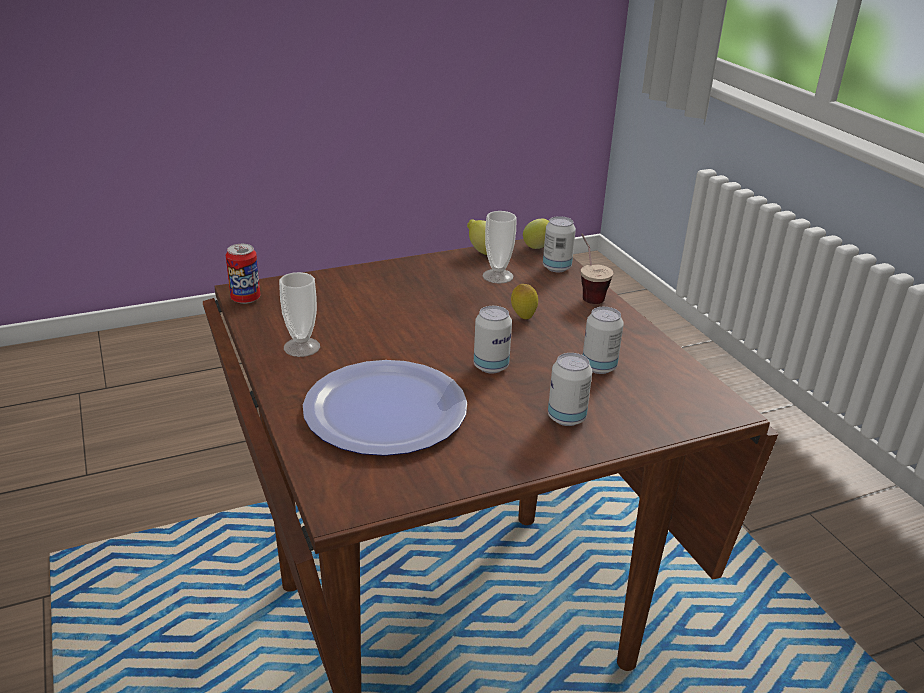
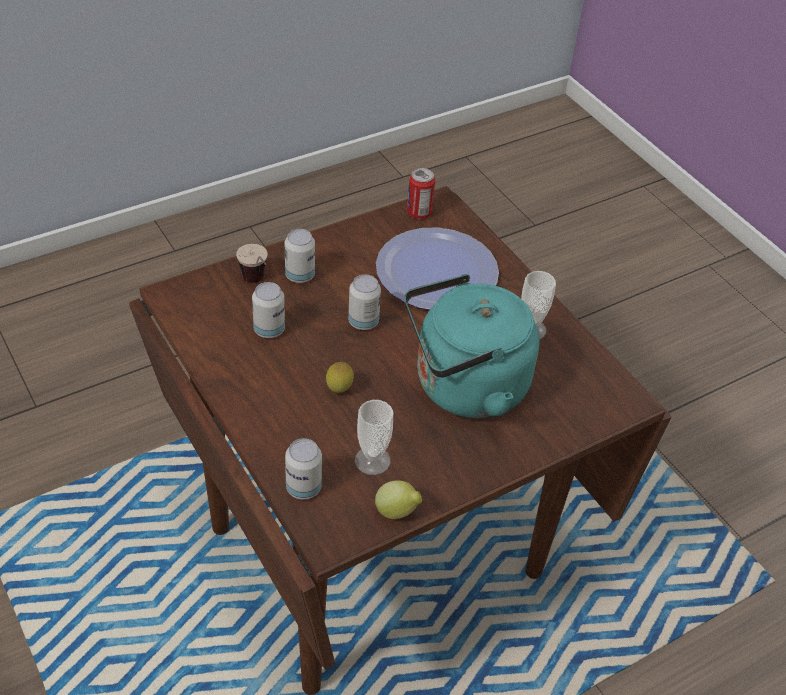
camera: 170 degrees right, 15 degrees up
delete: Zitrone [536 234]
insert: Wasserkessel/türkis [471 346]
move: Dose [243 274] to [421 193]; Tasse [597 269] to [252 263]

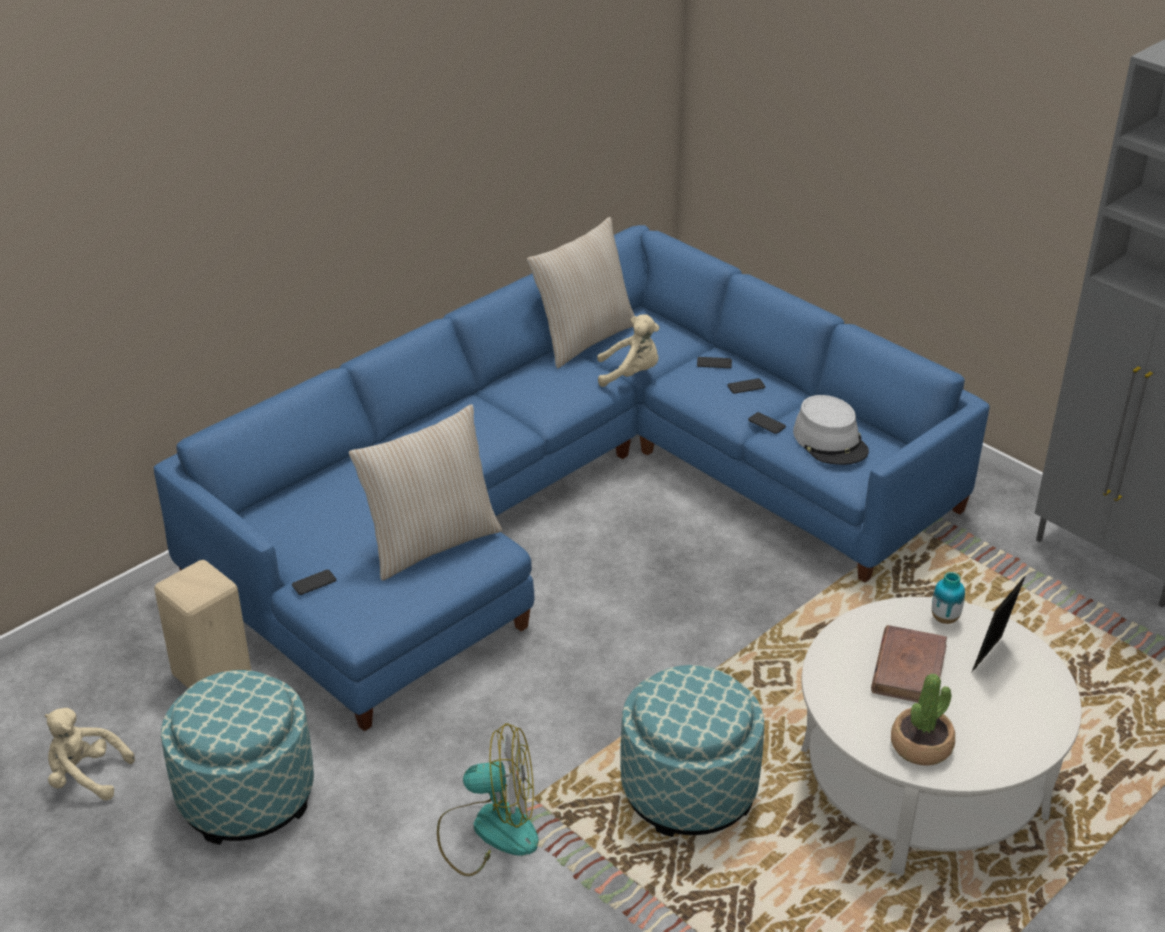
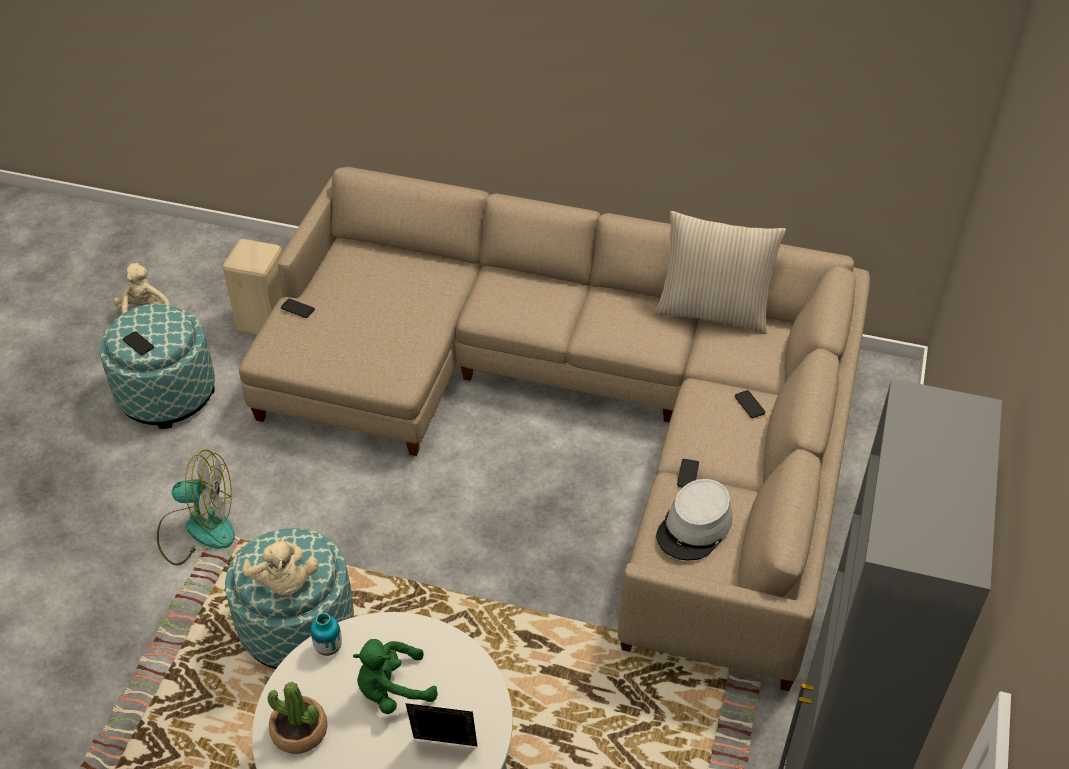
camera: 60 degrees right, 10 degrees up
delete: Kissen/beige [425 492]
move: Plüschtier/beige [628 350] to [280 567]; Handy [746 386] to [138 343]; Vase [948 598] to [326 634]
replace: Buch/braun [909 664] to Plüschtier/grün [395 676]
recolor: Sofa/blau [572 478] to Sofa/beige [554 429]
rotate: Ventilator [488 799] = [196 507] 60 degrees counterclockwise

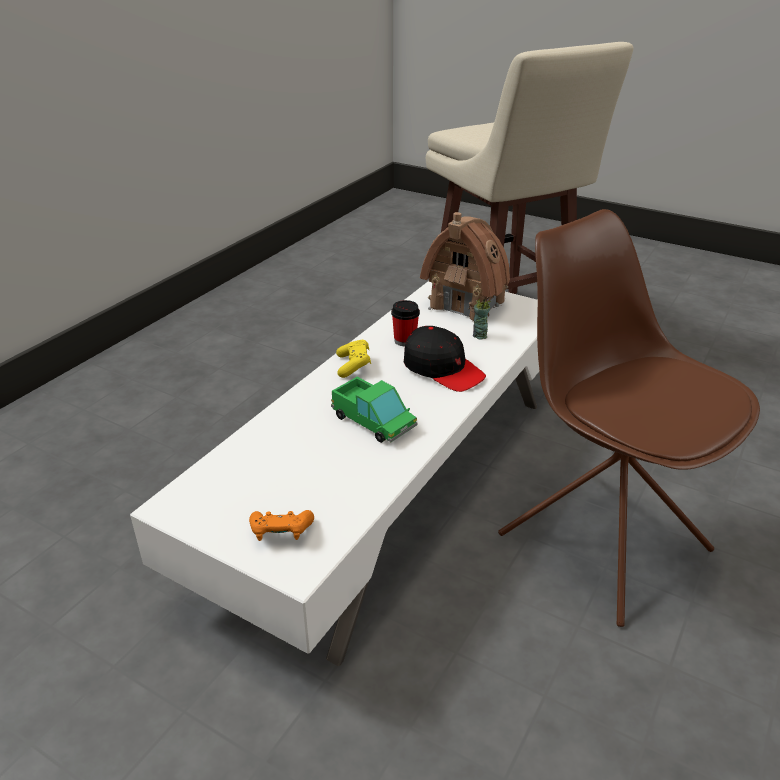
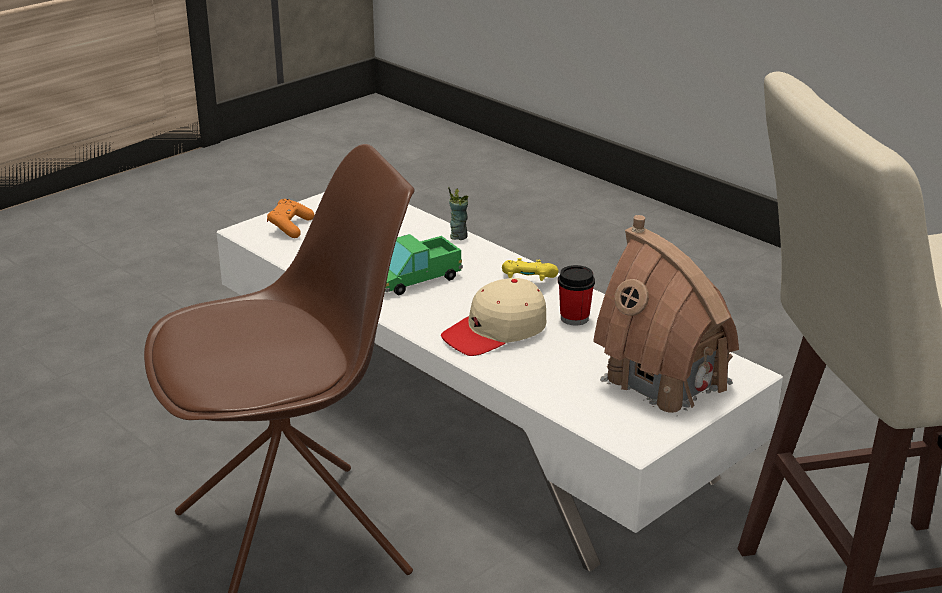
camera: 105 degrees right, 5 degrees down
move: Tasse [482 319] to [458 213]
recolor: Kappe/schwarz [445 359] to Kappe/beige [494 317]

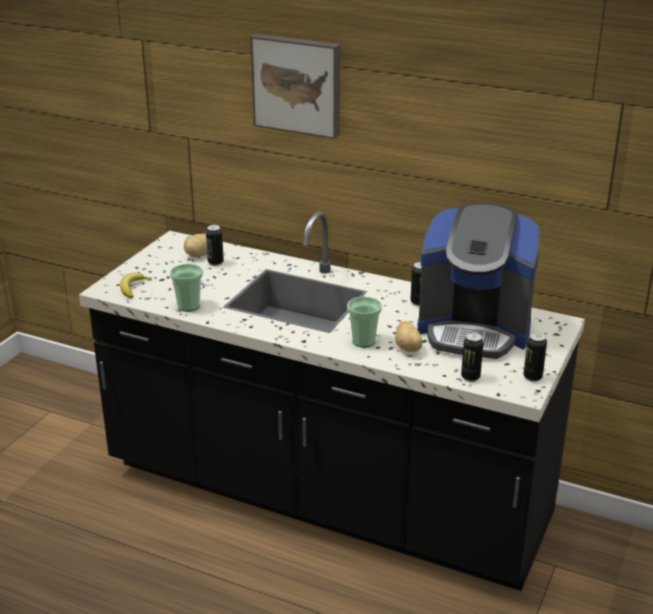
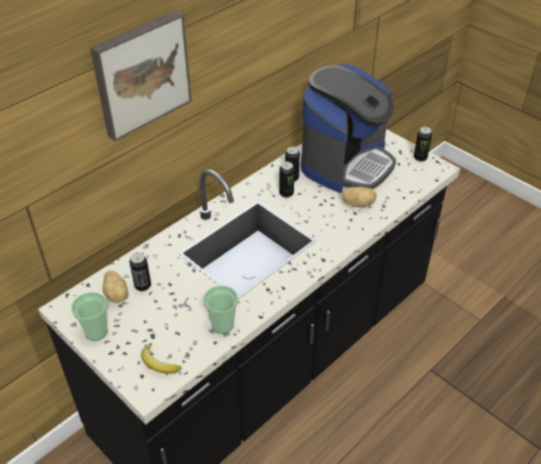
camera: 70 degrees left, 15 degrees up
move: Tasse [364 322] to [89 316]; Dose [472 357] to [287 180]

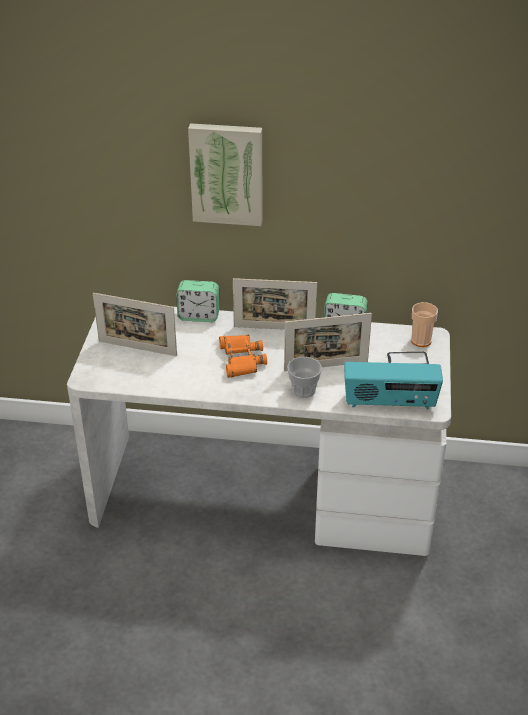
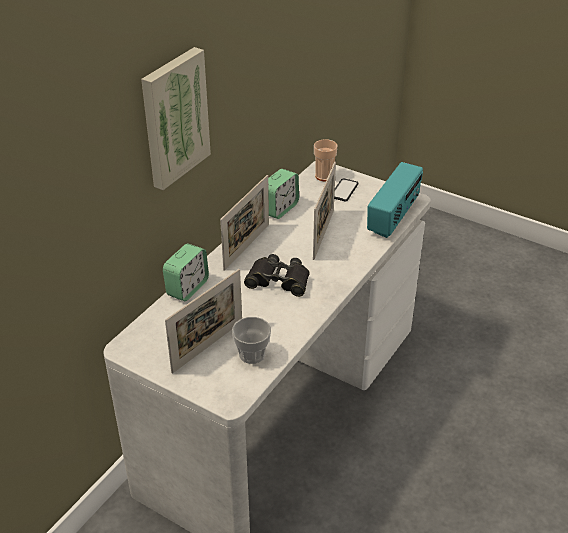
camera: 65 degrees left, 0 degrees up
move: Tasse [304 377] to [251 340]
recolor: Fernglas/orange [243 356] to Fernglas/schwarz [277 275]

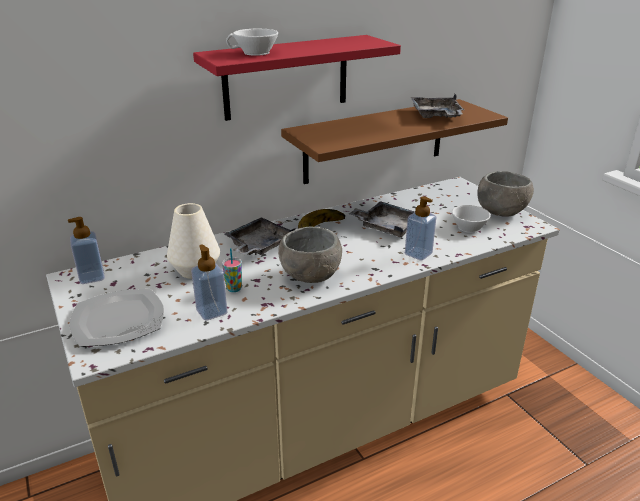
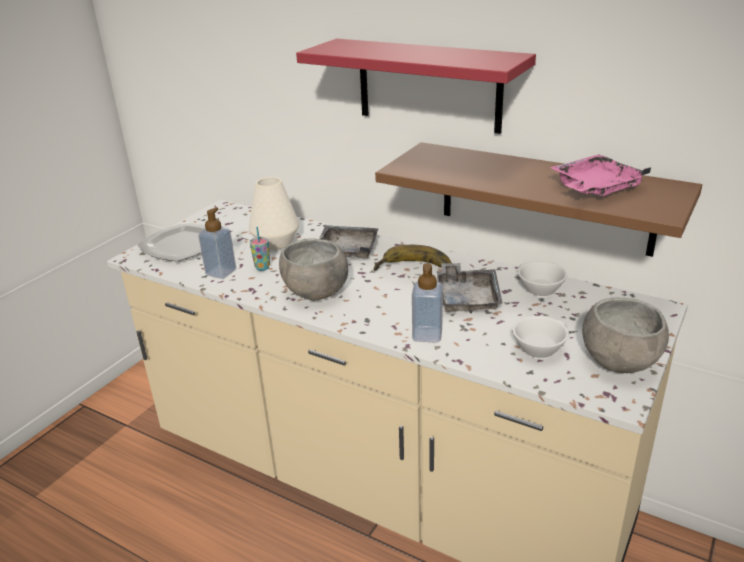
camera: 60 degrees right, 0 degrees up
delete: Seifenspender [86 250]
move: Tasse/weiß [252 42] to [542 279]
recolor: Tablett/grau [437 106] to Tablett/rosa [601 175]

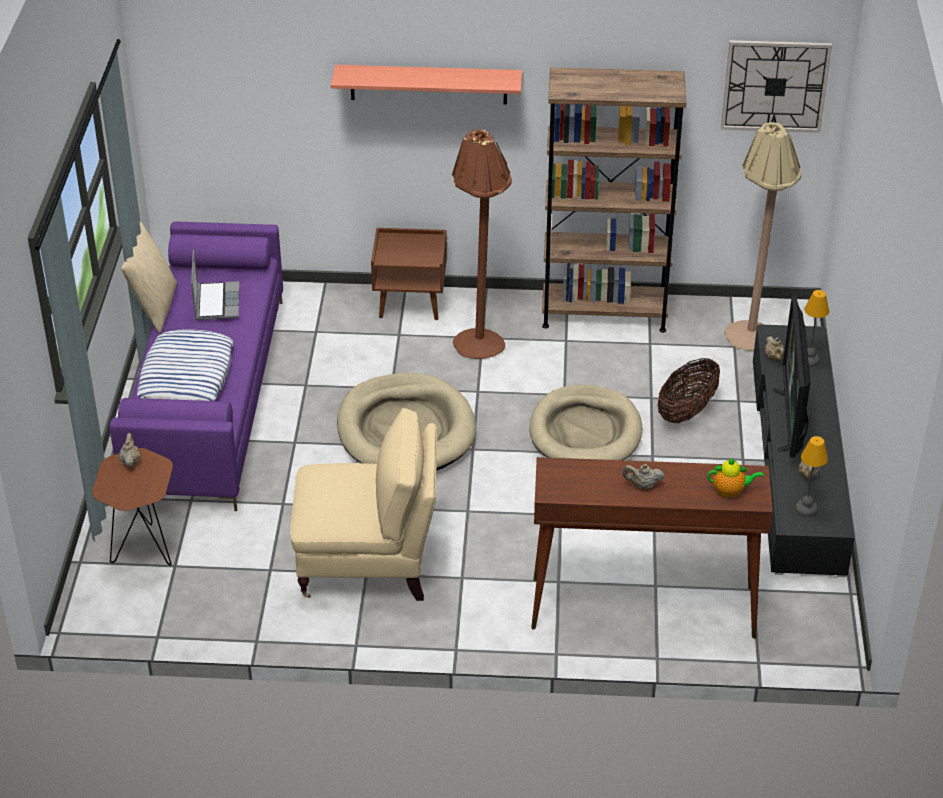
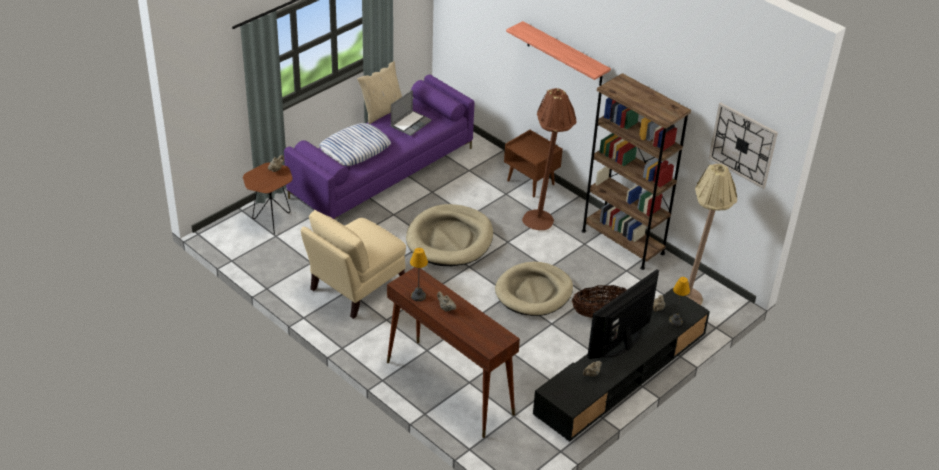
camera: 40 degrees right, 0 degrees up
delete: Teekanne [735 477]
move: Tischlampe [811 476] to [419 274]
rotate: Sessel/beige [364 504] = [353 264] 90 degrees clockwise

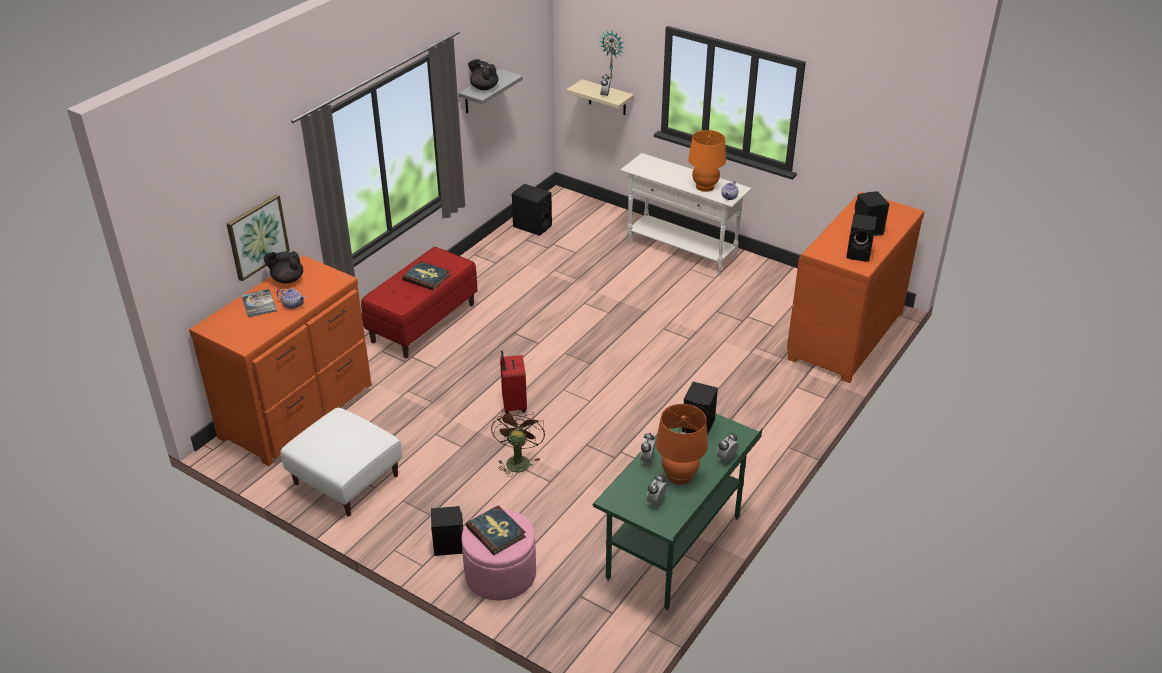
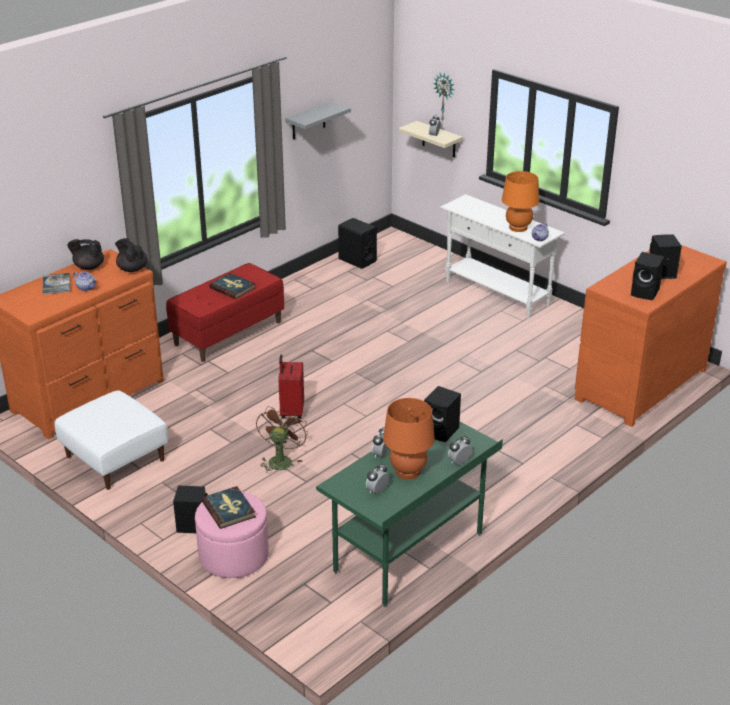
camera: 10 degrees right, 5 degrees down
delete: Bild [258 237]
move: Teekanne/schwarz [483 74] to [131 255]

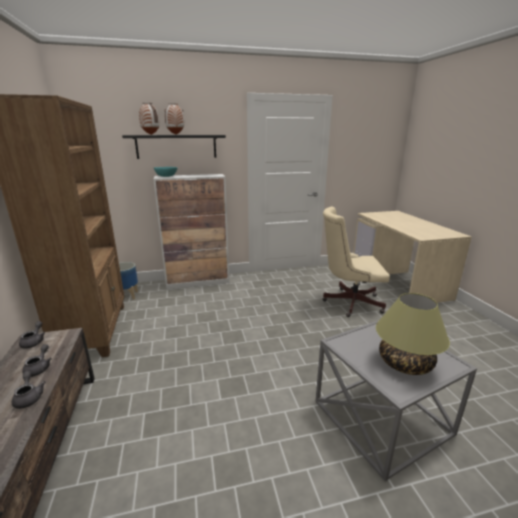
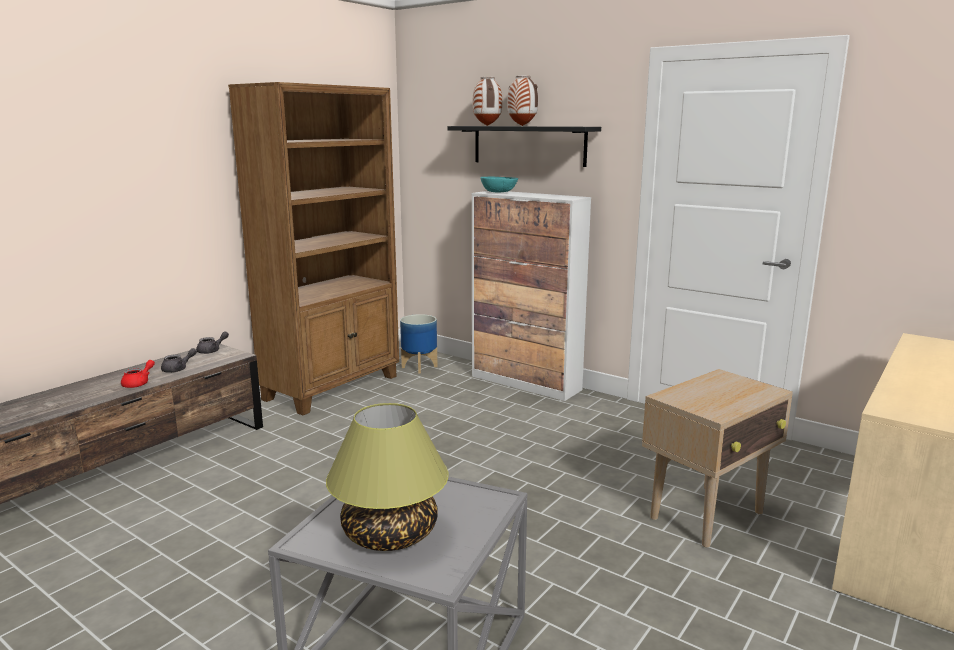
camera: 50 degrees right, 5 degrees down
replace: Bürostuhl/beige [356 261] to Beistelltisch/beige [717 458]
recolor: Teekanne/grau [29 390] to Teekanne/rot [138 374]

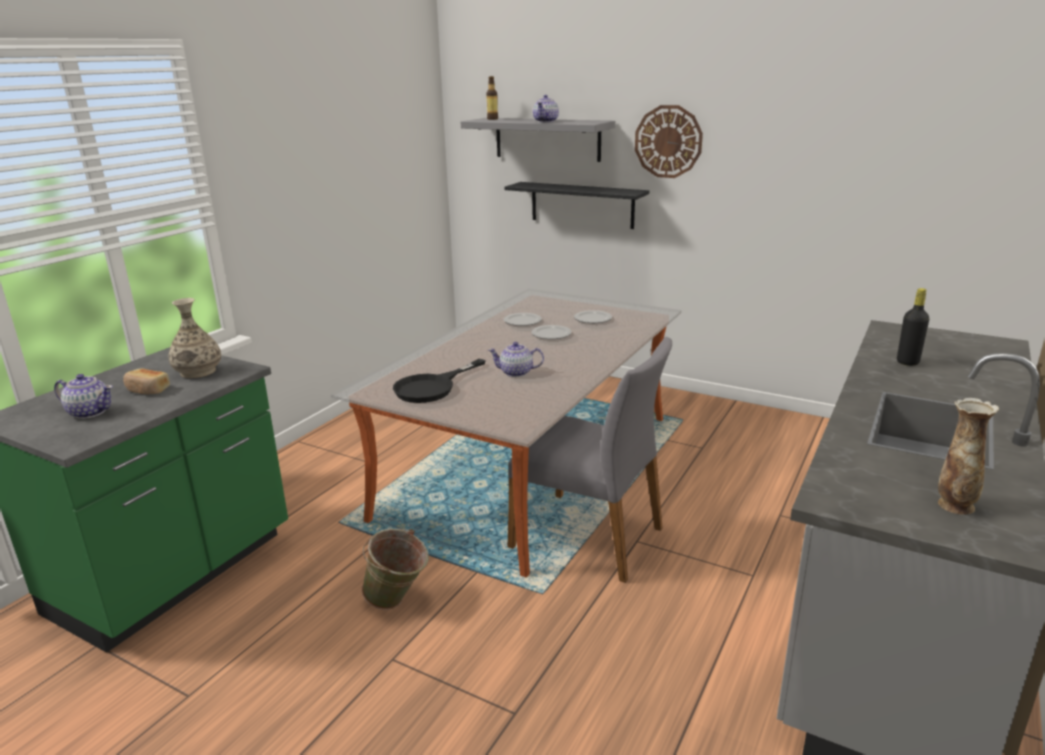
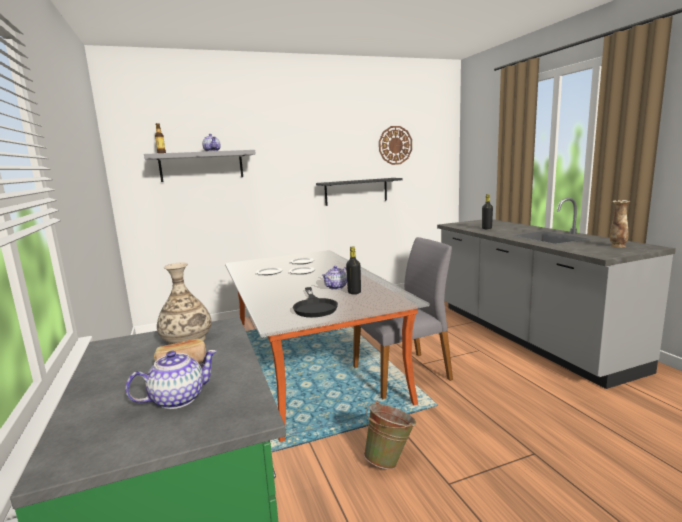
camera: 50 degrees left, 10 degrees down
insert: Flasche/schwarz [353 270]
move: Wandregal/schwarz [576 205] to [359 192]; Wanduhr [669 141] to [395 145]

